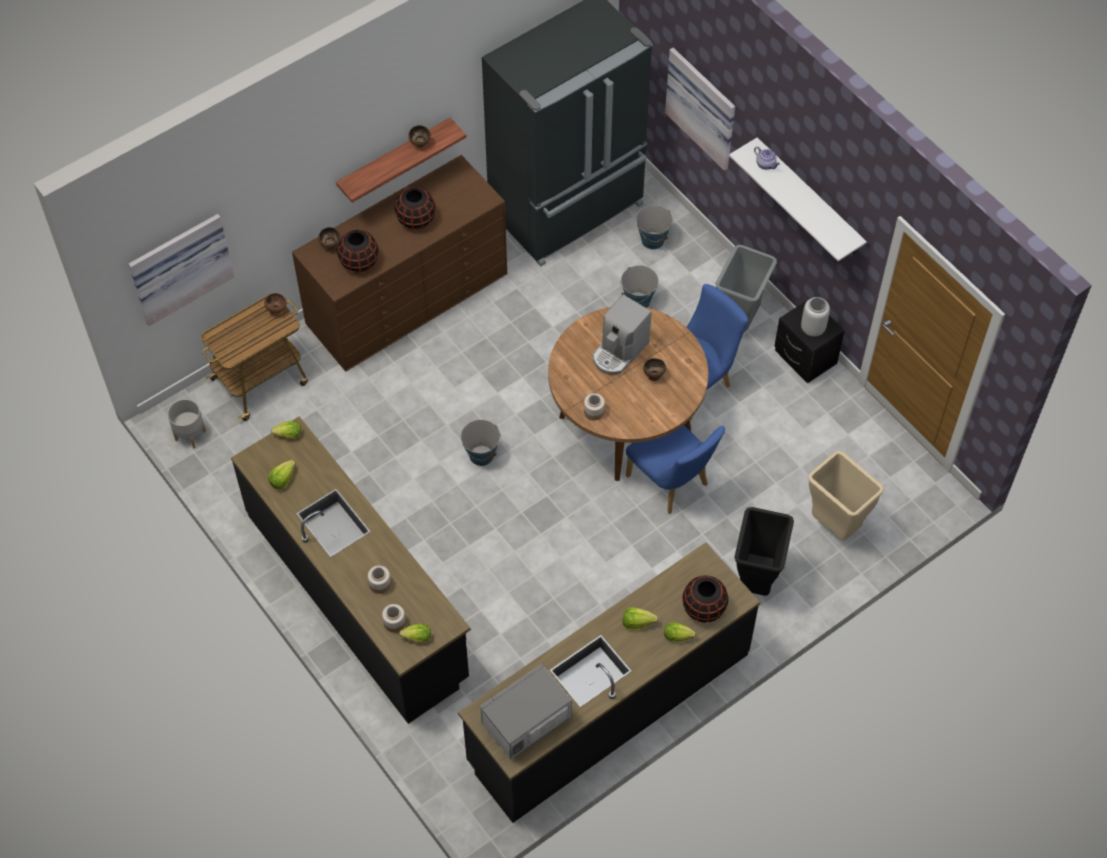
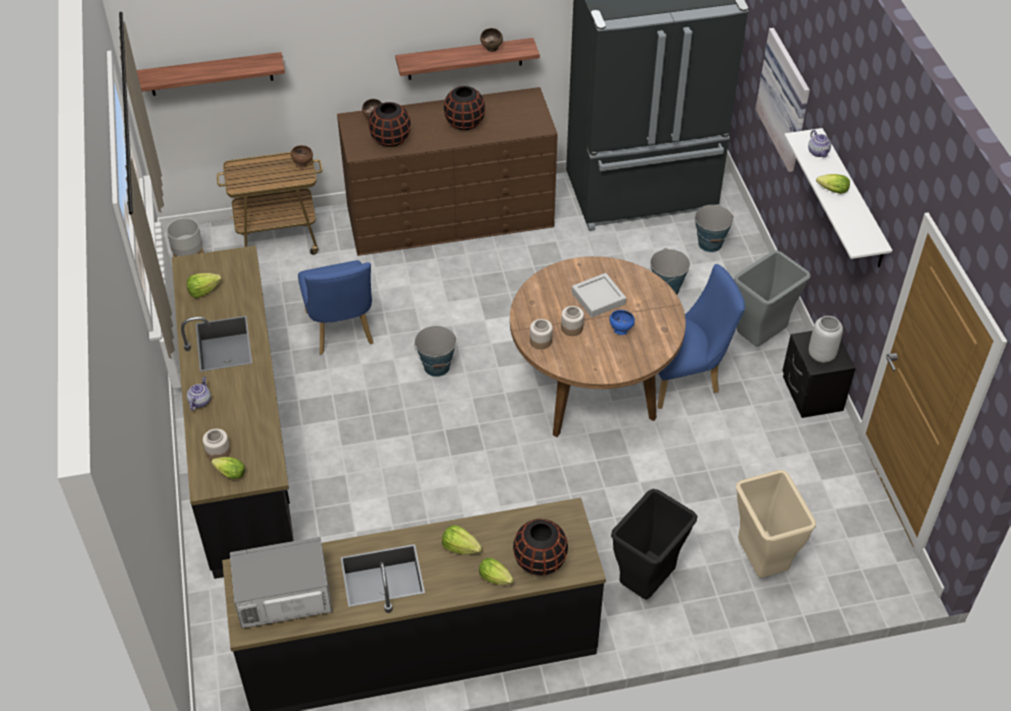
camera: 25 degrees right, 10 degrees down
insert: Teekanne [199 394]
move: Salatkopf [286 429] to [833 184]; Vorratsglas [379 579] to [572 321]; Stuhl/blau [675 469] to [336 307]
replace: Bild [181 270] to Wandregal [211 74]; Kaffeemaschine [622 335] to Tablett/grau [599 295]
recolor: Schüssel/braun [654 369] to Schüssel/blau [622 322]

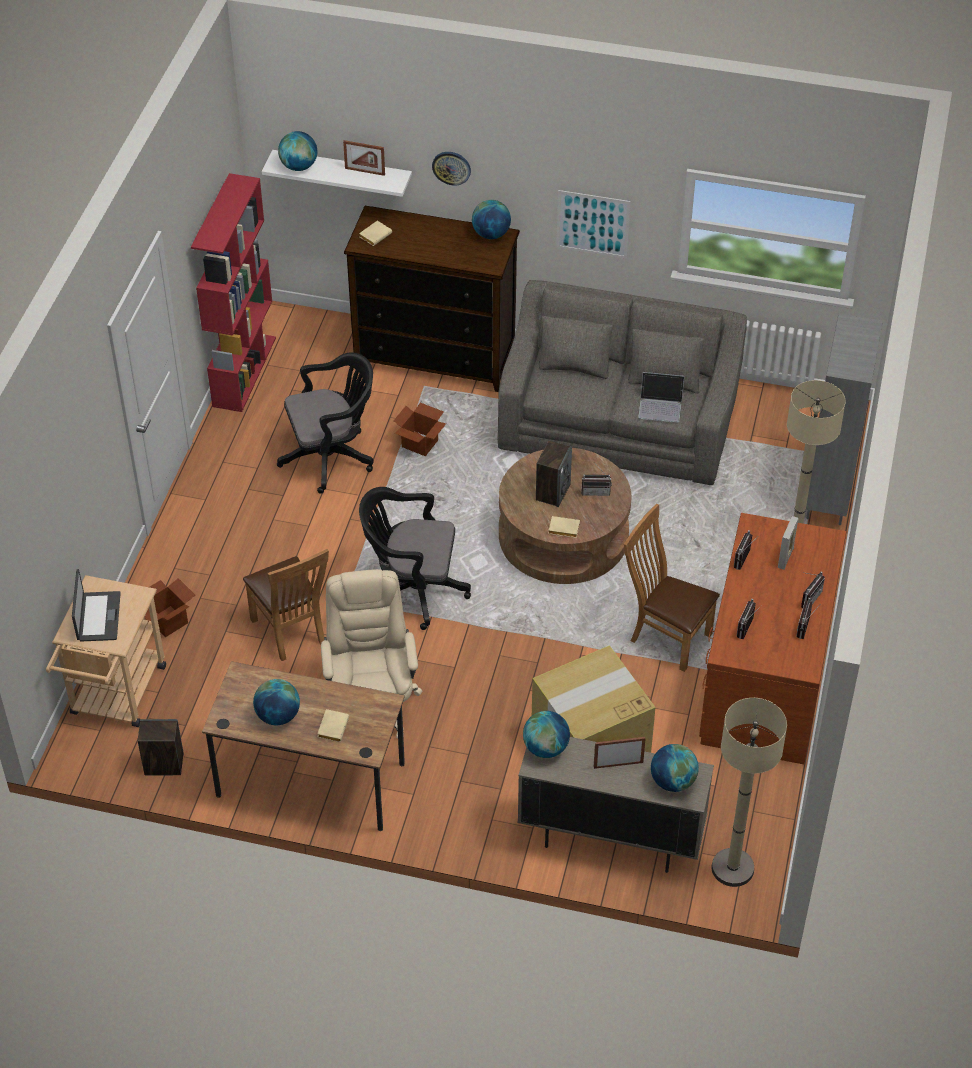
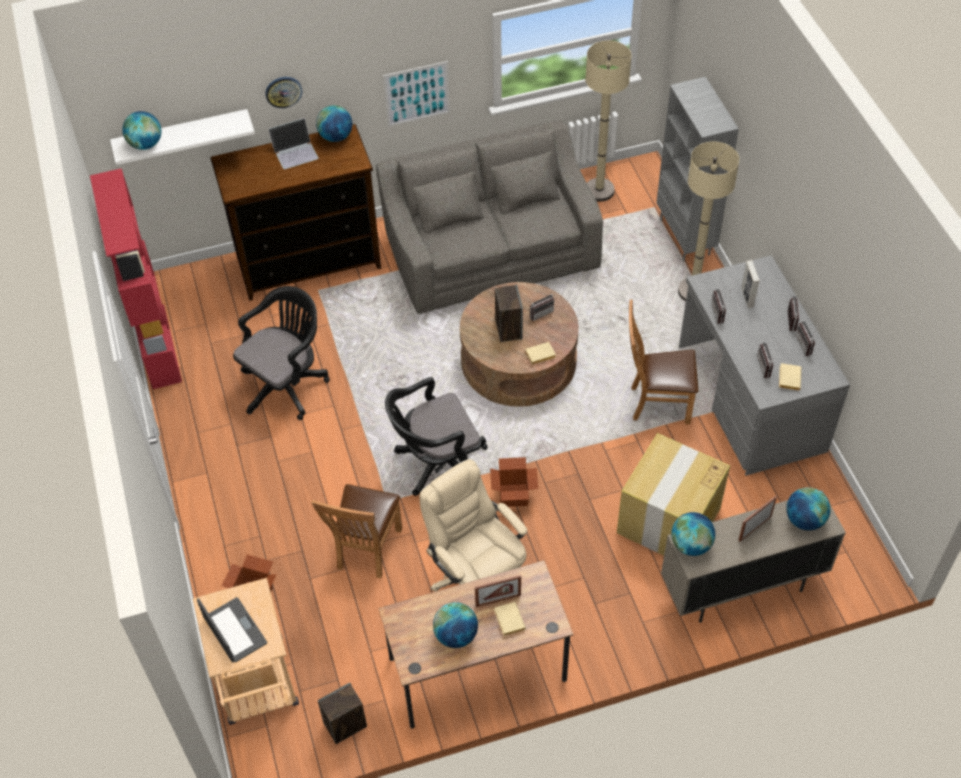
camera: 30 degrees left, 5 degrees up
move: Bilderrahmen [364 158] to [498 591]; Buch/beige [375 233] to [790 377]; Karton [420 429] to [514 482]; Laptop [661 397] to [294 143]; Stehlampe/beige [749 792] to [608 121]
recolor: Schreibtisch/braun [772 638] to Schreibtisch/grau [764 365]
rotate: Stuhl/braun [286 605] = [356 531] 75 degrees clockwise

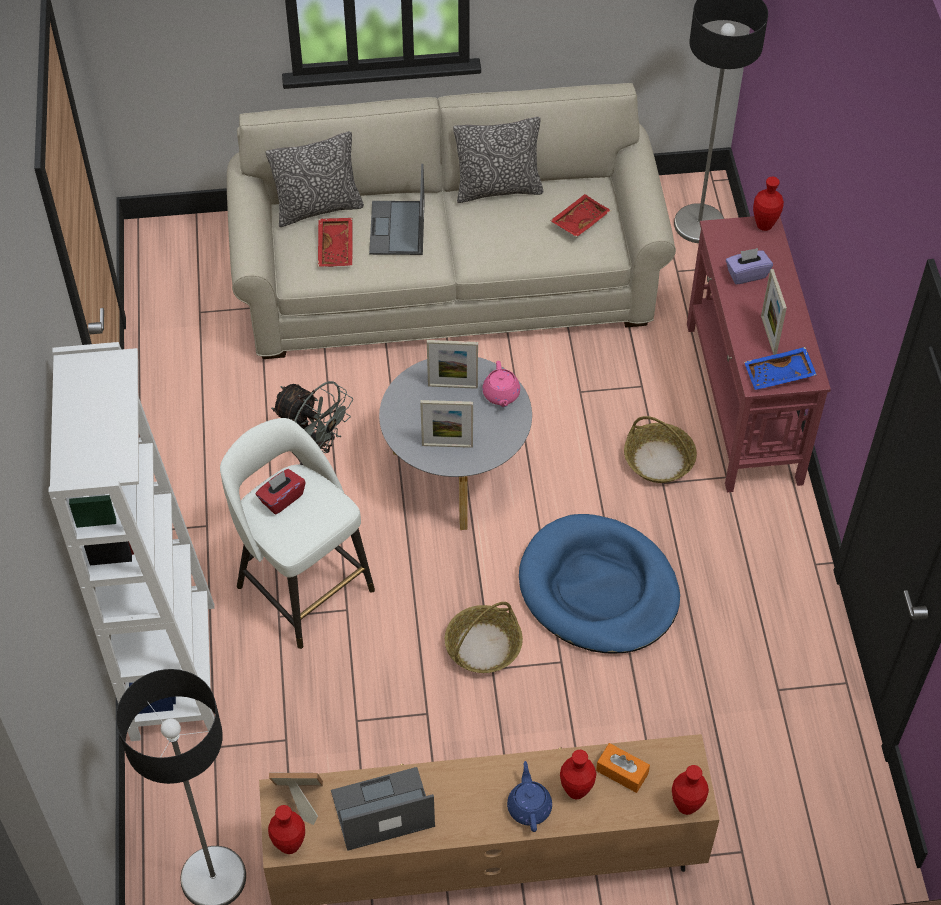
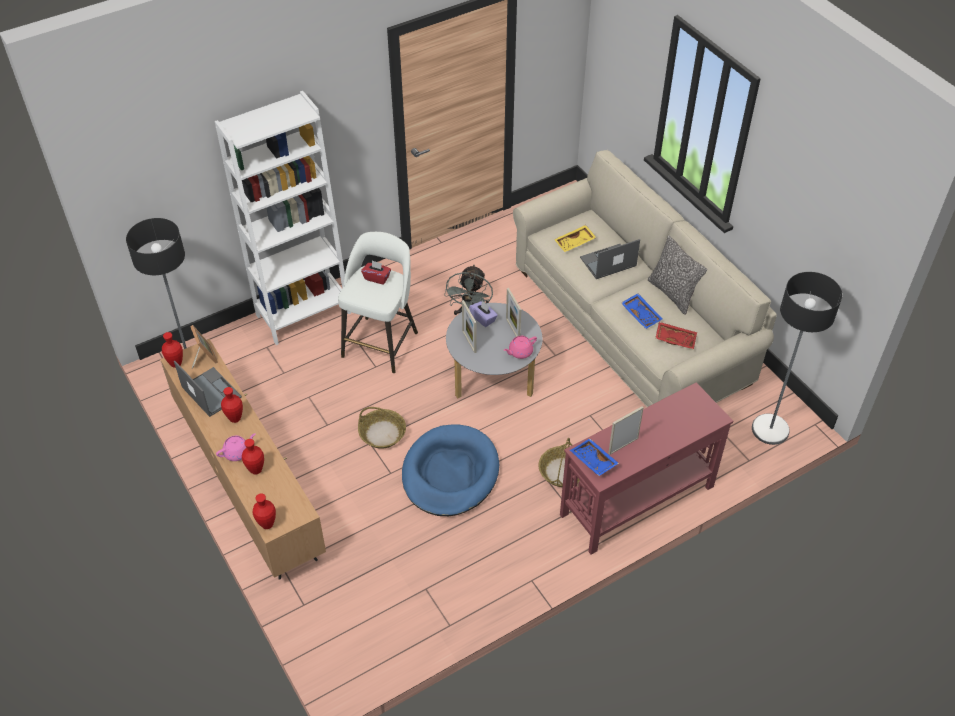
camera: 65 degrees right, 5 degrees down
delete: Kissen [315 179]; Taschentuchbox/orange [623 768]
insert: Tablett/blau [642 311]
move: Taschentuchbox/lila [749 266] to [483 313]; Vase/rot [768 204] to [232 405]
recolor: Tablett/rot [335 242] to Tablett/gelb [575 238]; Teekanne/blau [529 796] to Teekanne/rosa [235 447]

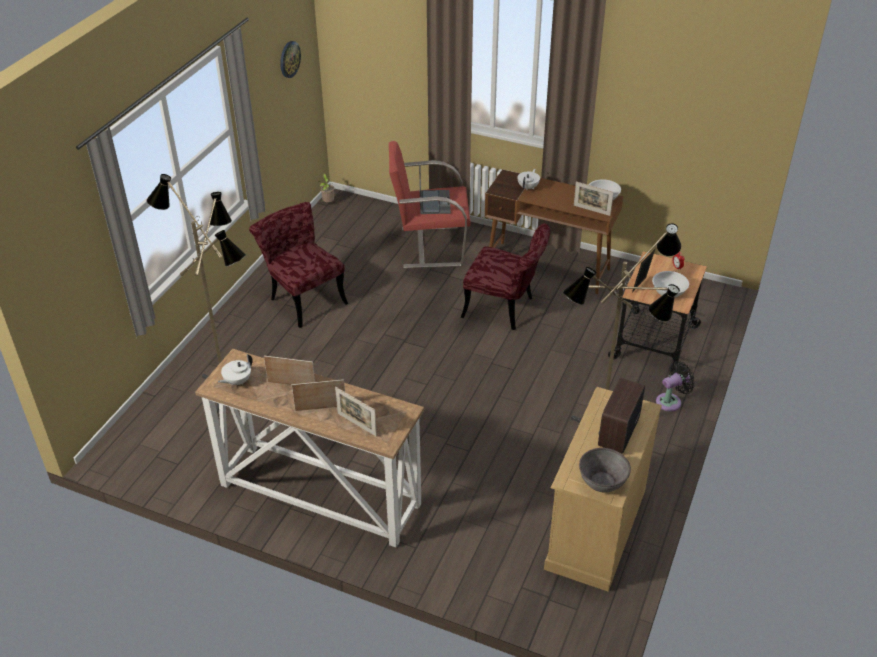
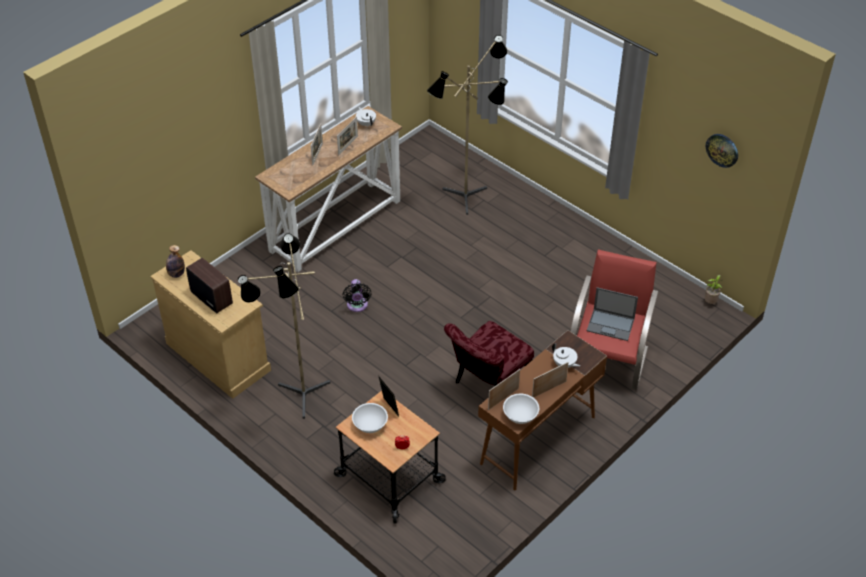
camera: 110 degrees right, 5 degrees up
delete: Stuhl/rot [298 265]
move: Bilderrahmen [356 412] to [550 380]; Ventilator/schwarz [675 386] to [357 295]
replace: Schüssel/grau [605 470] to Flasche [175 261]

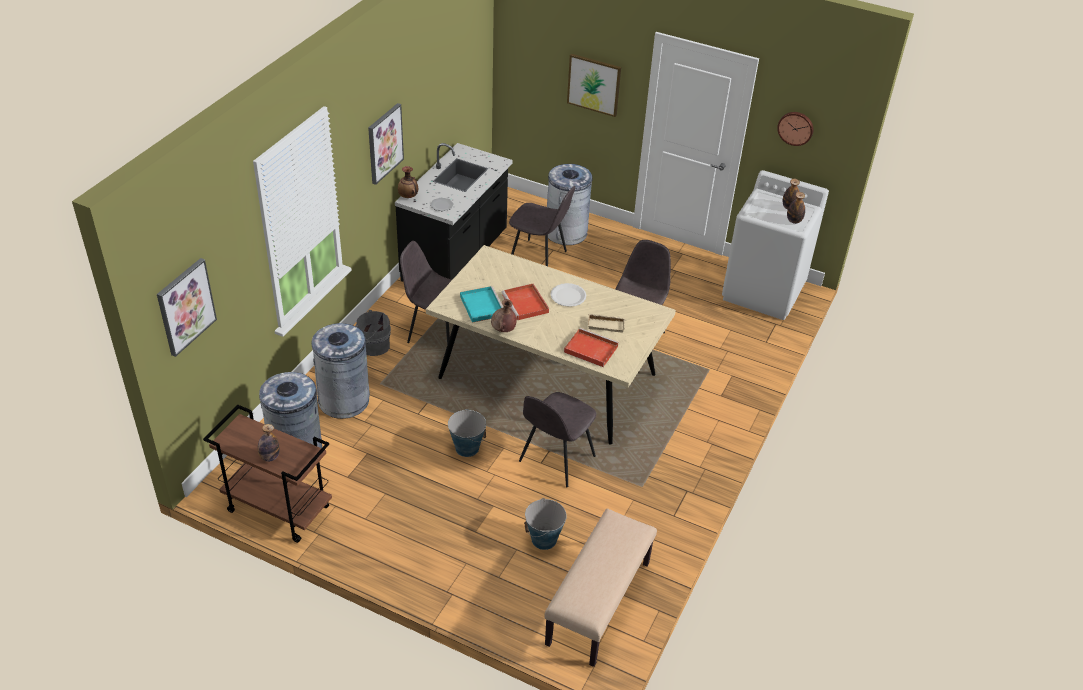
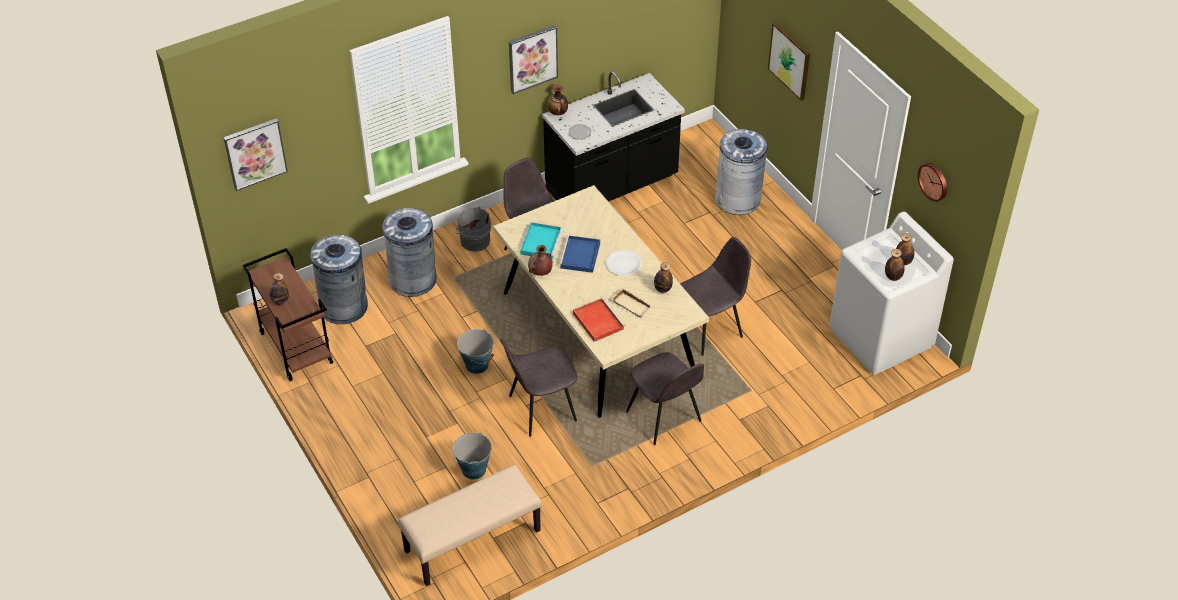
camera: 35 degrees right, 5 degrees up
insert: Flasche [663 277]
move: Stuhl/grau [542 226] to [665 398]
recolor: Tablett/rot [525 302] to Tablett/blau [579 254]

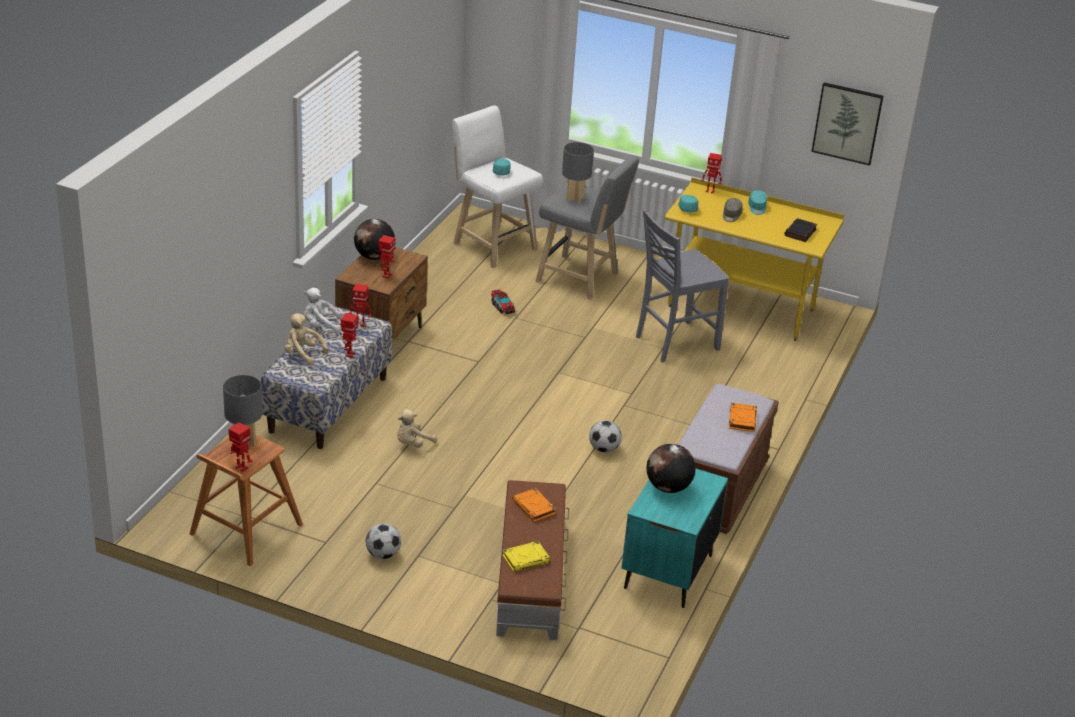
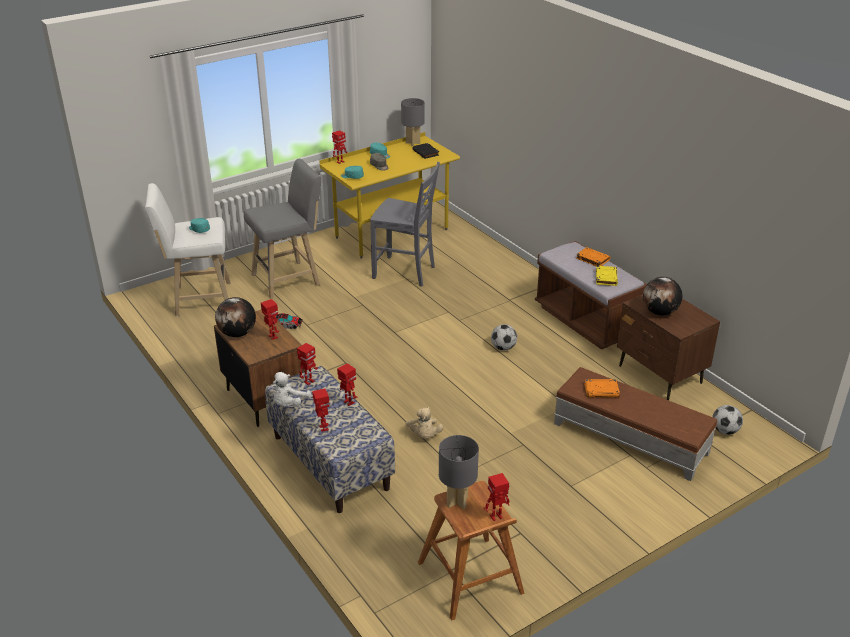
camera: 55 degrees left, 0 degrees up
delete: Bild [848 124]
move: Fußball [383 541] to [727 420]; Buch/gelb [526 556] to [607 276]; Tischlampe/grau [578 172] to [412 122]
replace: Plüschtier/beige [306 339] to Spielzeugroboter [321 410]
recolor: Nachttisch/türkis [675 538] to Nachttisch/braun [668 347]
rotate: Stuhl/grau [682 285] = [405 224] 75 degrees counterclockwise

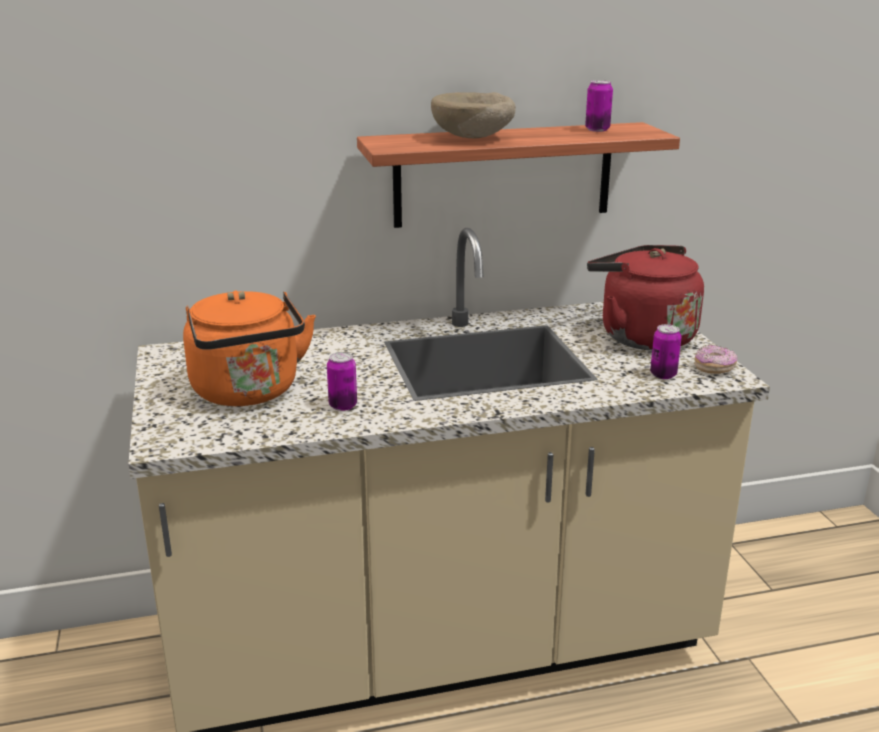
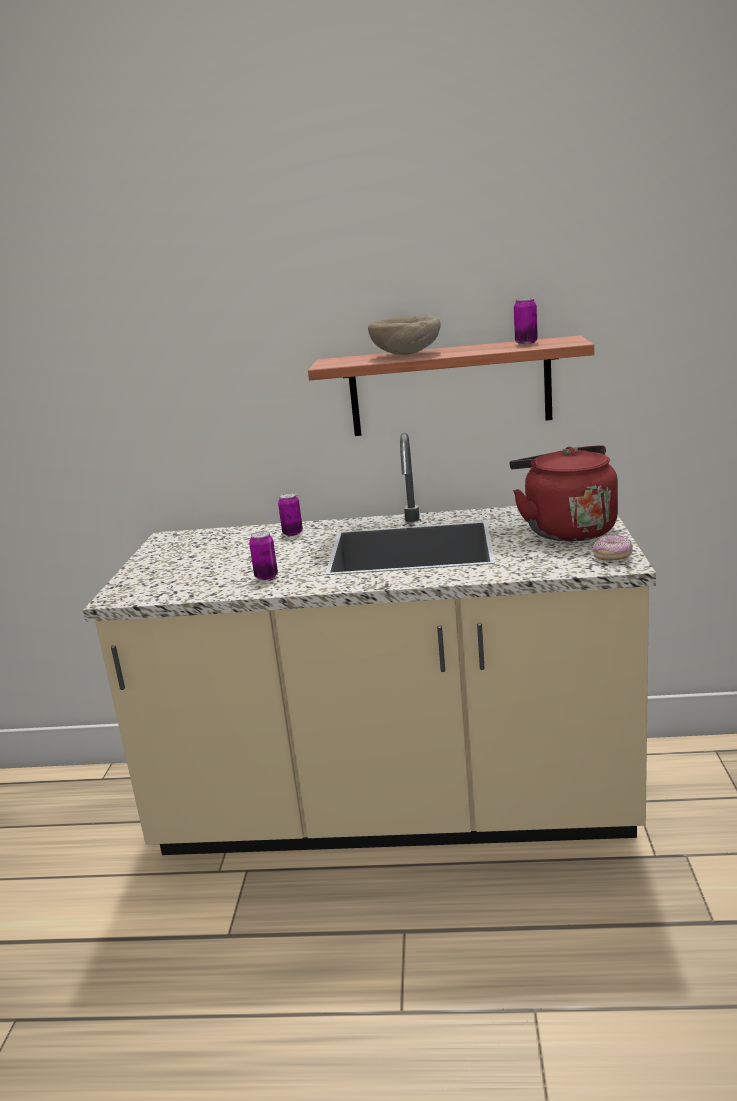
camera: 20 degrees right, 5 degrees down
delete: Wasserkessel/orange [249 348]
move: Dose [666 351] to [290 514]

